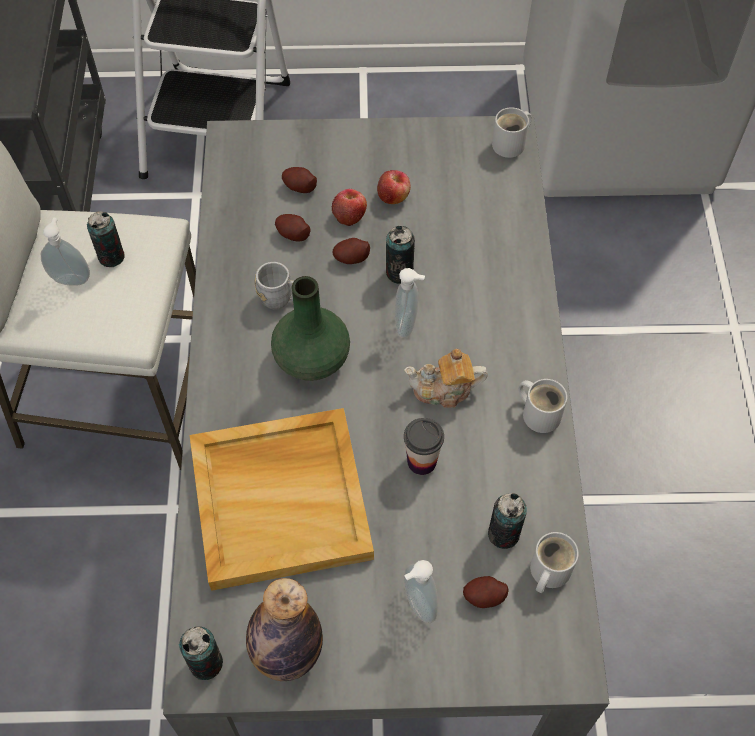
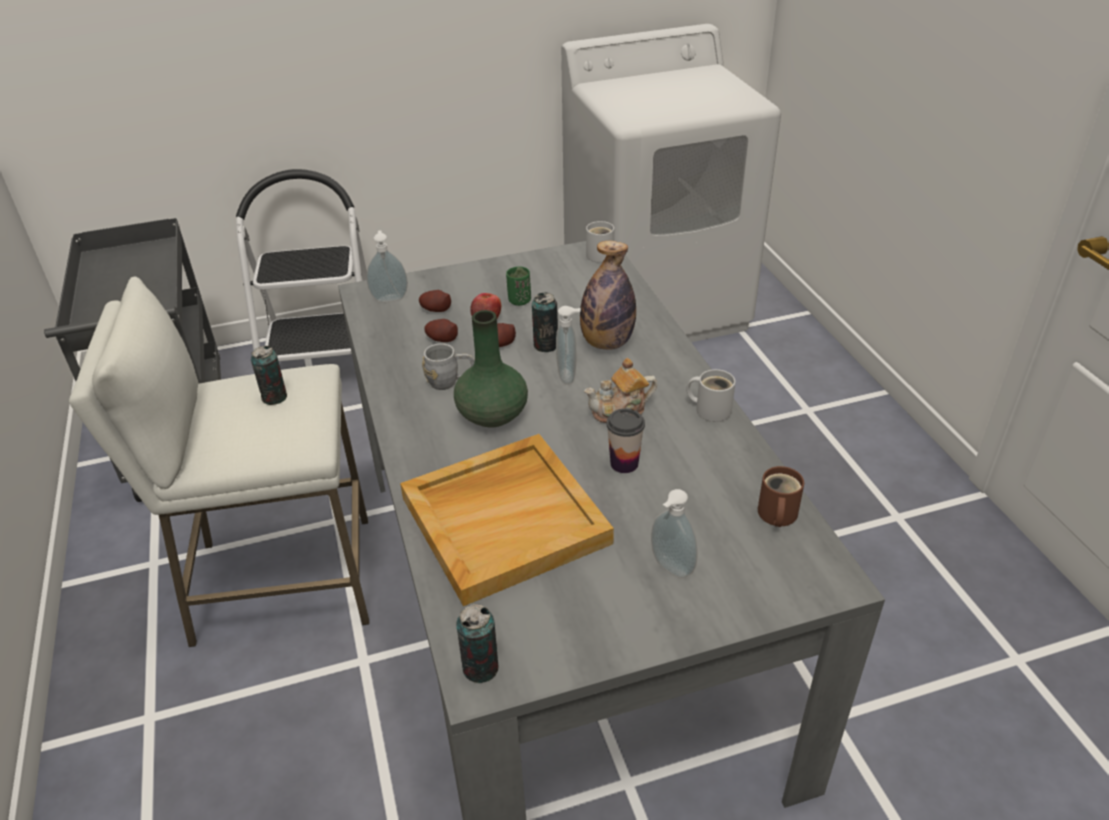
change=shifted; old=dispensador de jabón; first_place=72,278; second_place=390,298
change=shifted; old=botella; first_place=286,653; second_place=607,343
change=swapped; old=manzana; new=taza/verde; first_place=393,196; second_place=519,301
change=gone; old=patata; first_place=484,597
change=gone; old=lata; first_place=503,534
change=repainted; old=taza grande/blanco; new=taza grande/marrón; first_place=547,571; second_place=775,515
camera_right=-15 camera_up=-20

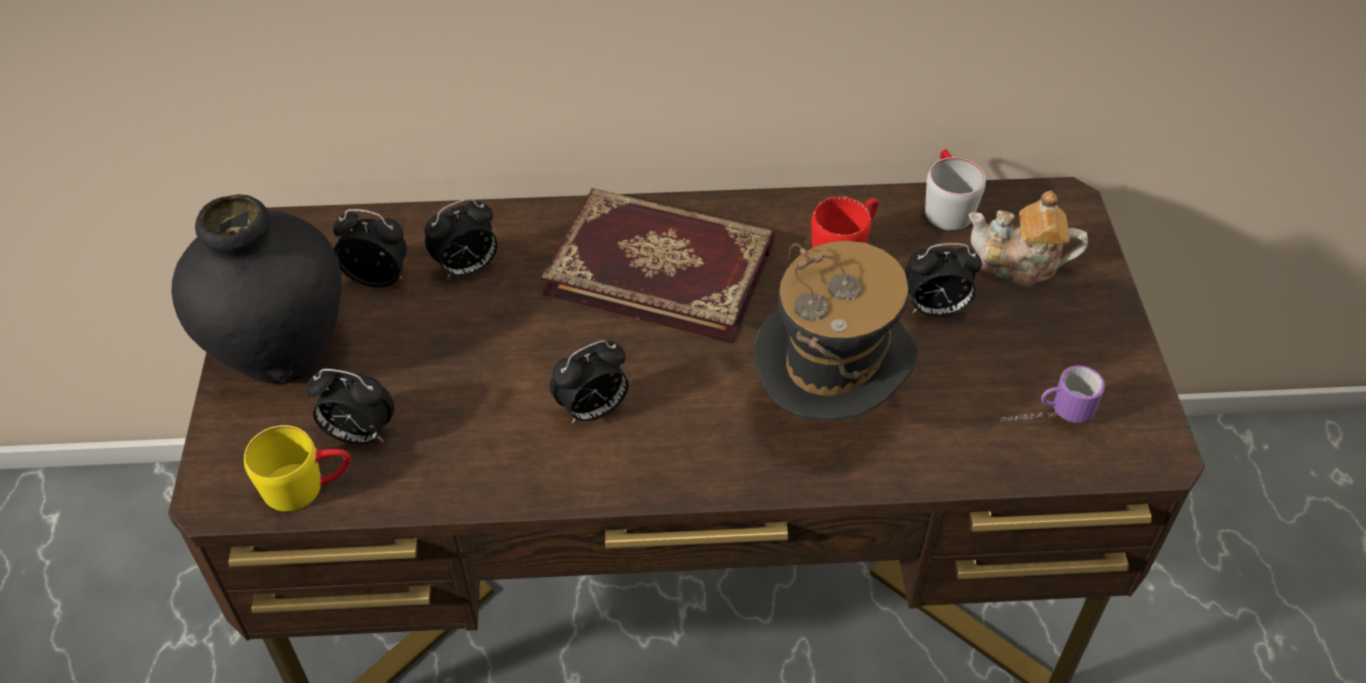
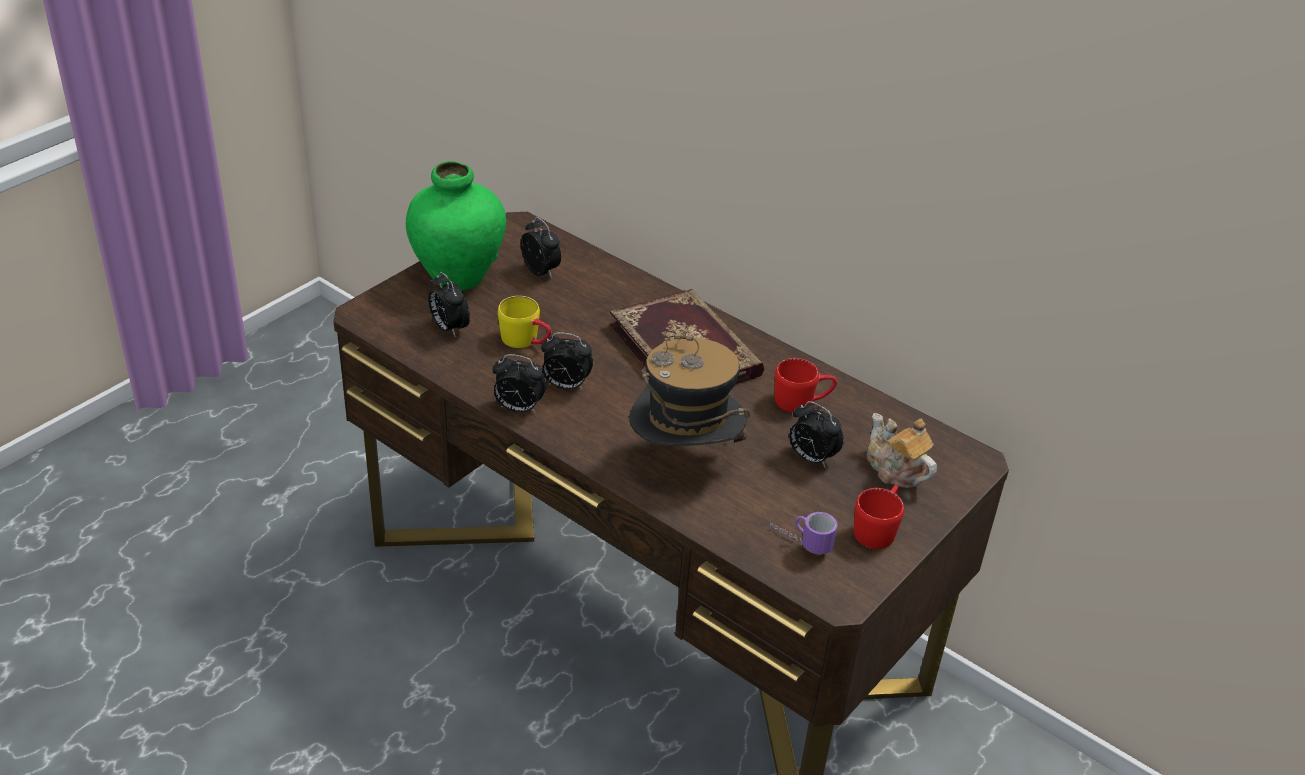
change=repainted; old=florero/negro; new=florero/verde; first_place=282,354; second_place=458,276
change=shifted; old=taza grande/amarillo; first_place=307,485; second_place=526,341
change=shifted; old=despertador; first_place=467,269; second_place=518,408
change=gone; old=taza grande/gris; first_place=945,205
change=new; new=taza grande/rojo; second_place=877,528
camera_right=40 camera_up=-10

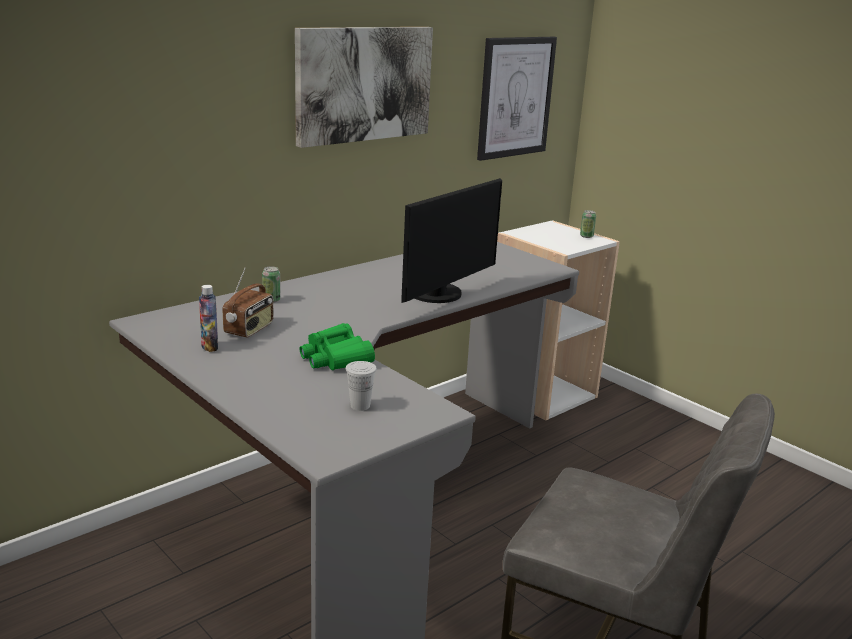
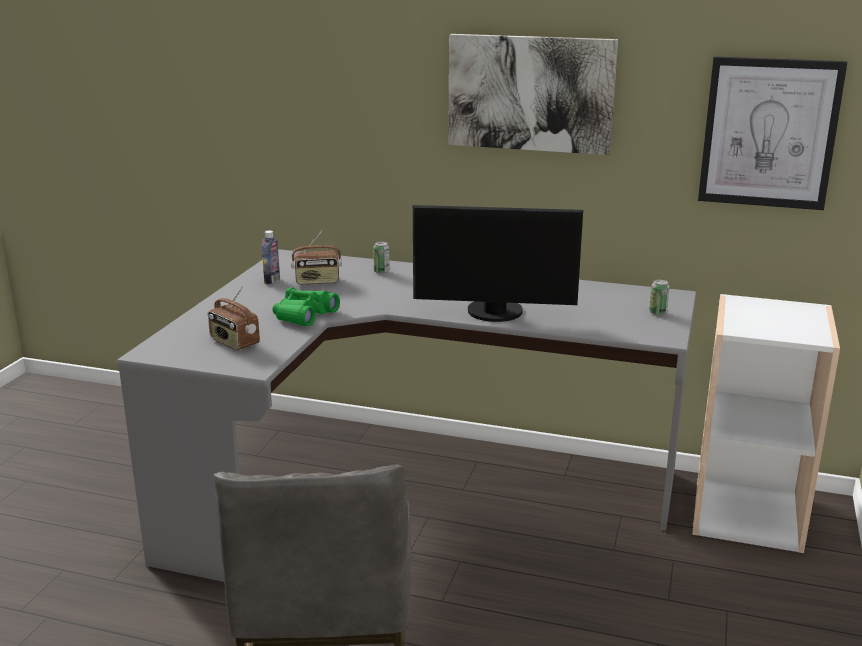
change=swapped; old=taza/blanco; new=radio; first_place=360,406; second_place=234,342
change=shifted; old=lata; first_place=586,236; second_place=657,313
camera_right=60 camera_up=0

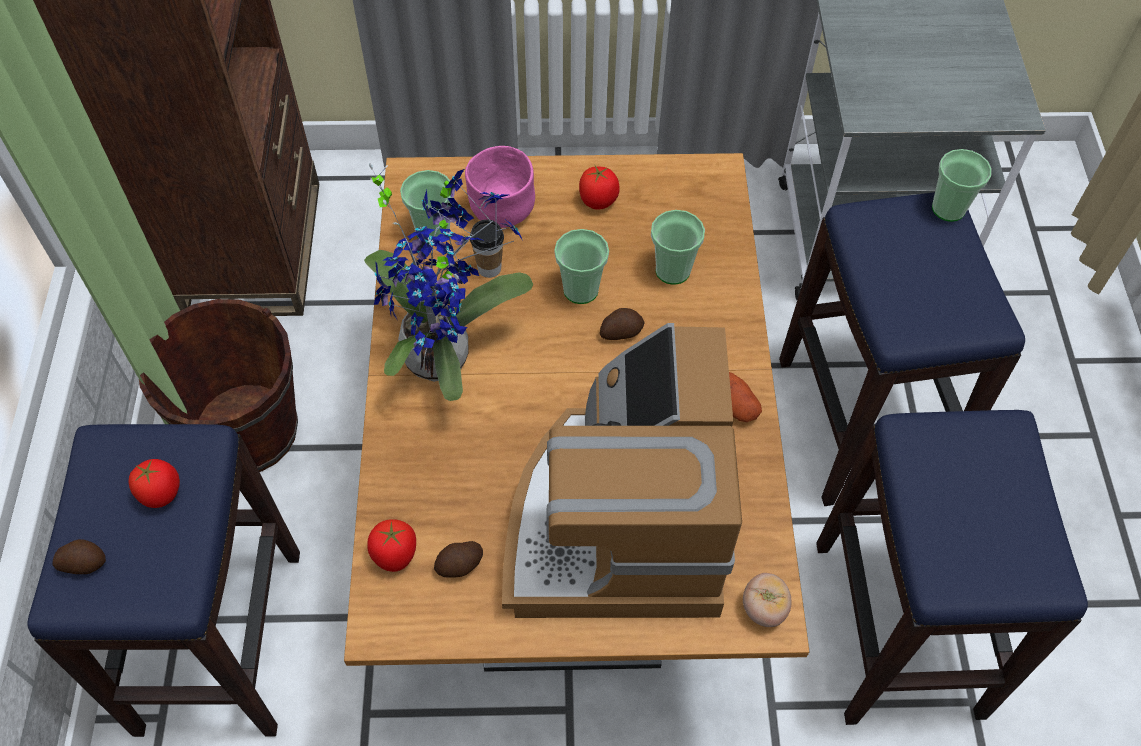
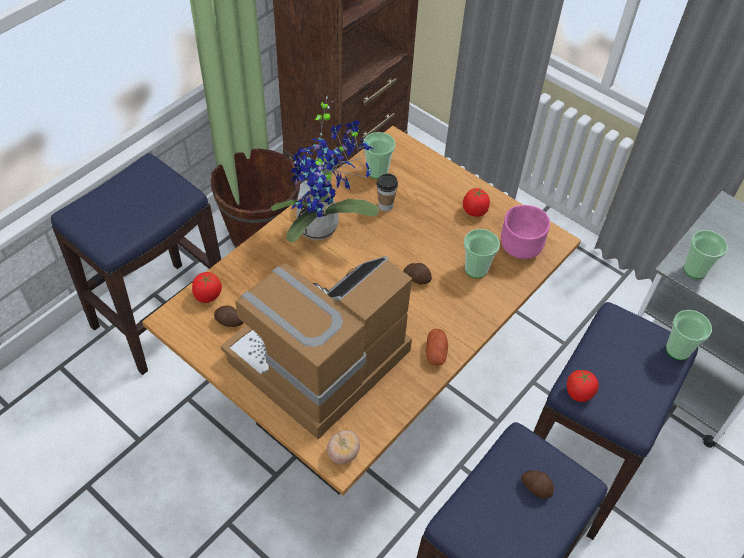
change=shifted; old=patata; first_place=83,562; second_place=536,487
change=shifted; old=tomate; first_place=161,493; second_place=579,393
change=shifted; old=cuenco/rosa; first_place=501,211; second_place=520,247
change=shifted; old=taza; first_place=581,290; second_place=695,270
camera_right=40 camera_up=-5

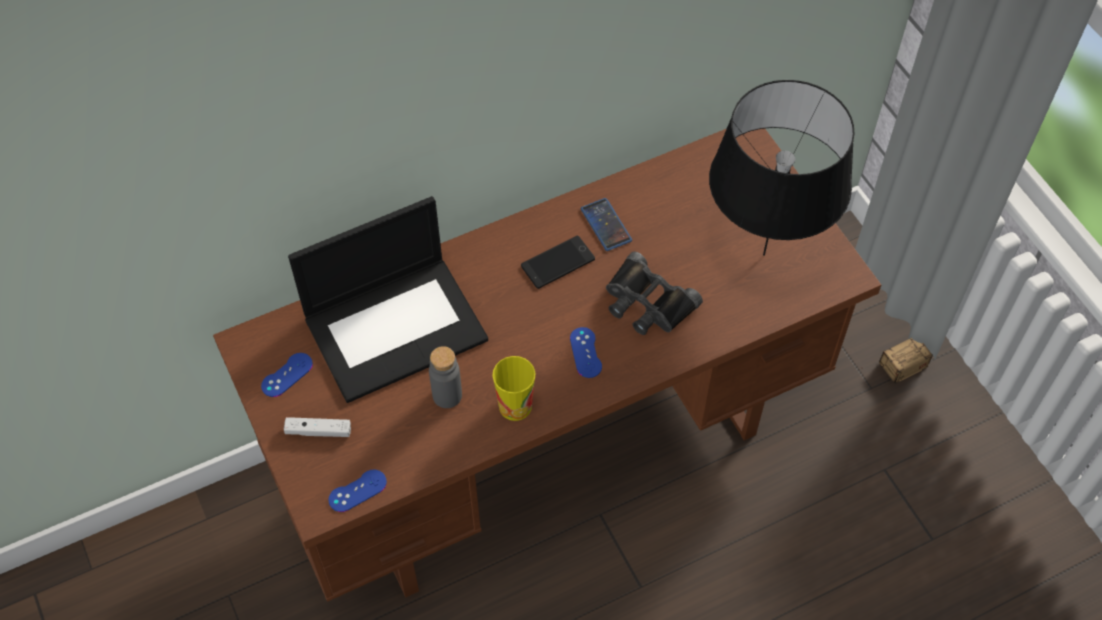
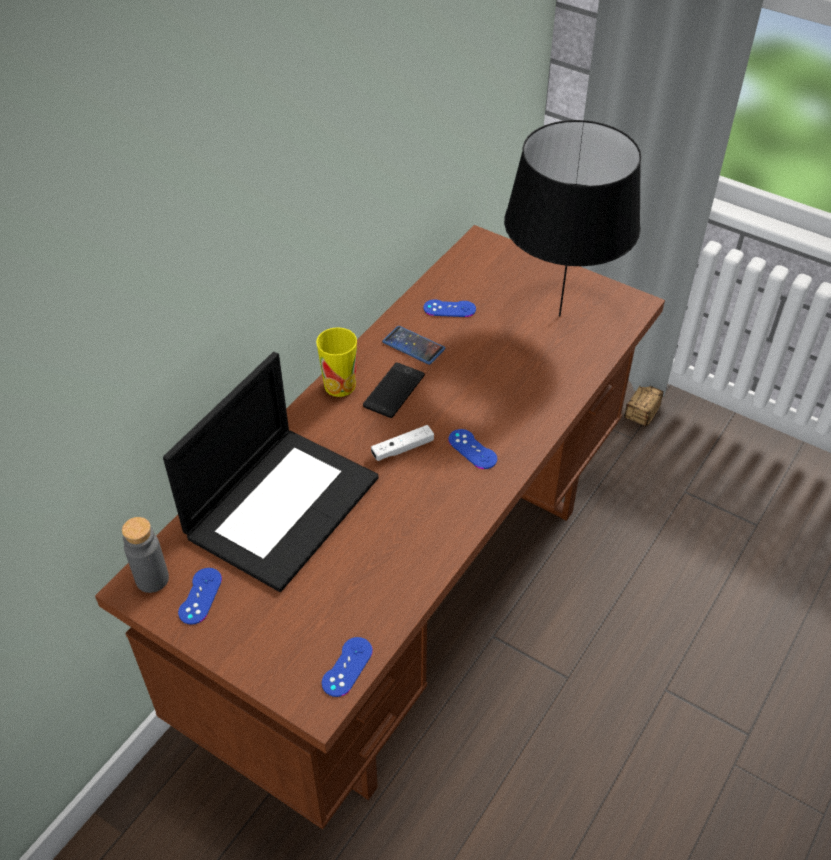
change=shifted; old=mando de consola/blanco; first_place=318,431; second_place=402,449
change=shifted; old=botella/gris; first_place=447,395; second_place=152,579
change=shifted; old=taza; first_place=515,406; second_place=339,385
change=gone; old=prismáticos/negro; first_place=647,303
change=new; new=mando de consola/azul; second_place=449,308
camera_right=-30 camera_up=-10

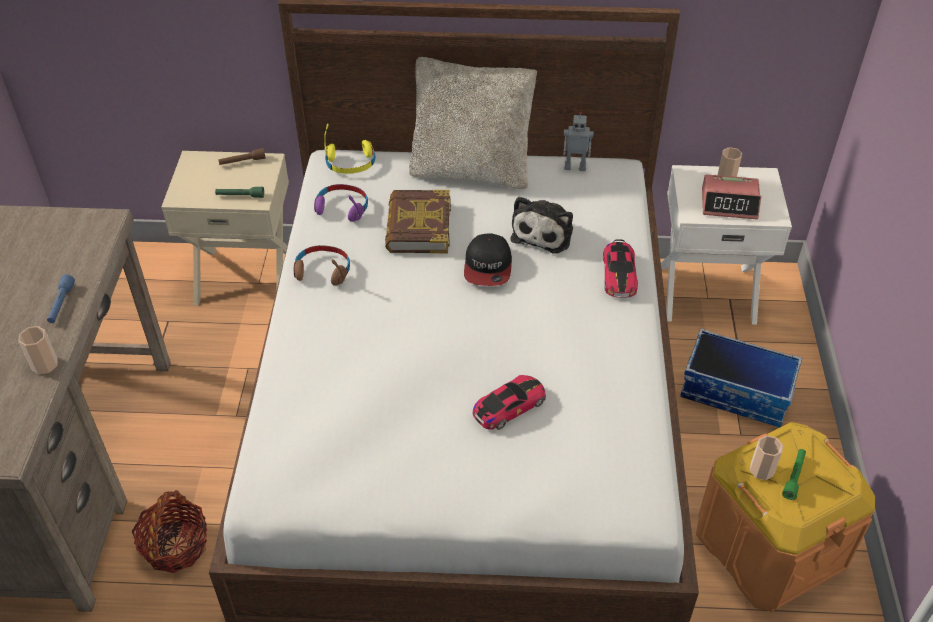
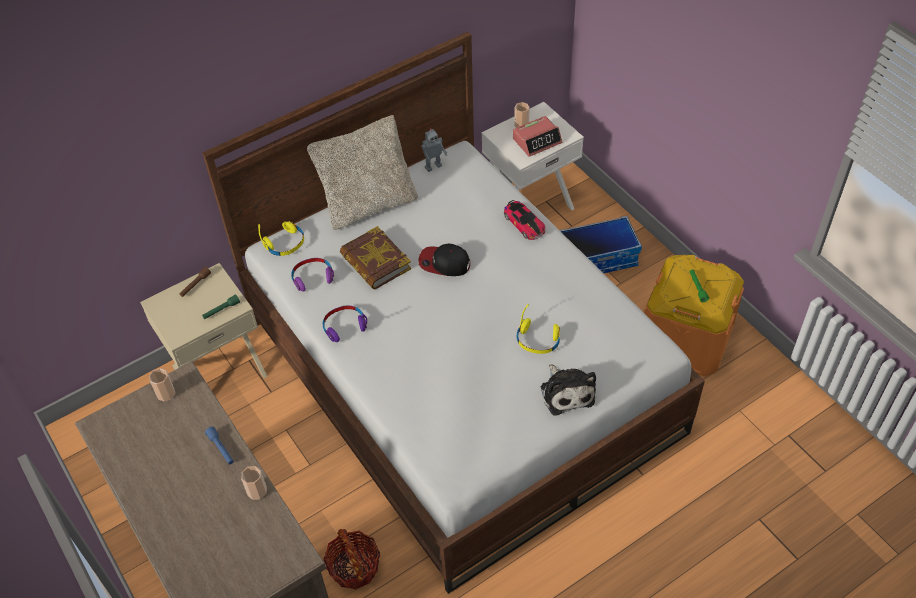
change=repainted; old=auriculares/marrón; new=auriculares/morado; first_place=323,270; second_place=344,326
change=rotated; old=gorra; first_place=488,266; second_place=444,263; degrees=135
change=swapped; old=coche de juguete; new=auriculares/amarillo; first_place=509,406; second_place=538,340
change=shifted; old=peluche; first_place=544,232; second_place=566,392
change=shifted; old=taza; first_place=761,470; second_place=166,393
camera_right=-35 camera_up=5

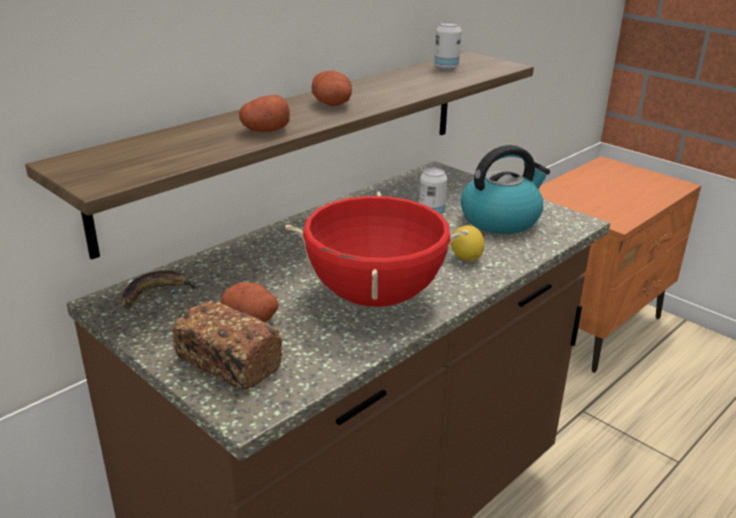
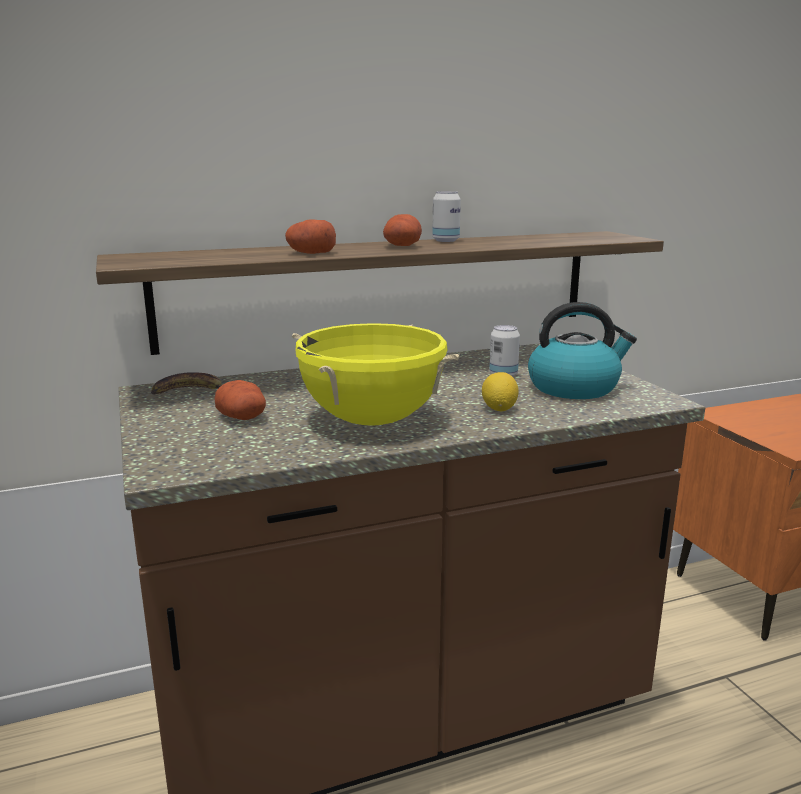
change=gone; old=pan; first_place=228,362
change=repainted; old=olla/rojo; new=olla/amarillo; first_place=375,296; second_place=372,421
change=shifted; old=lata; first_place=446,67; second_place=445,240
camera_right=25 camera_up=-10

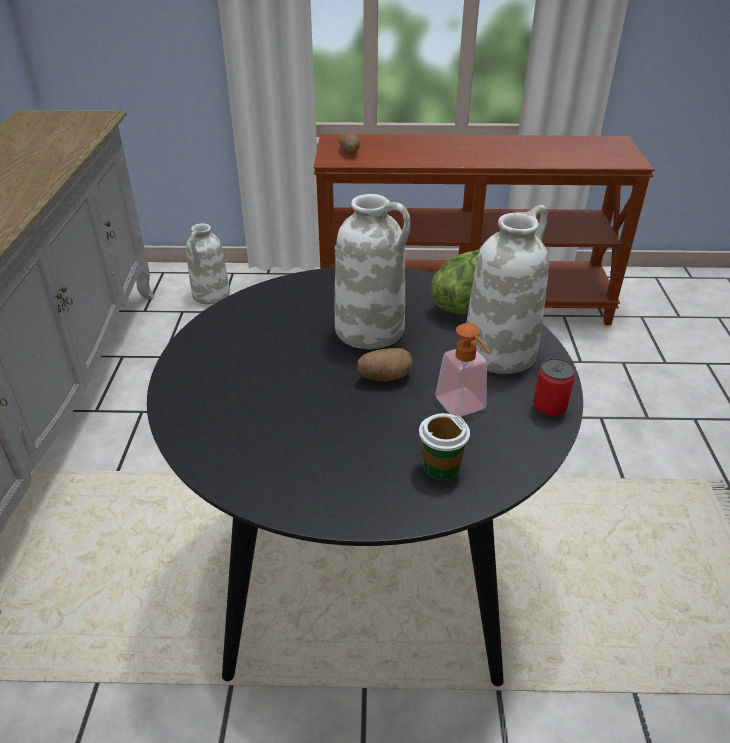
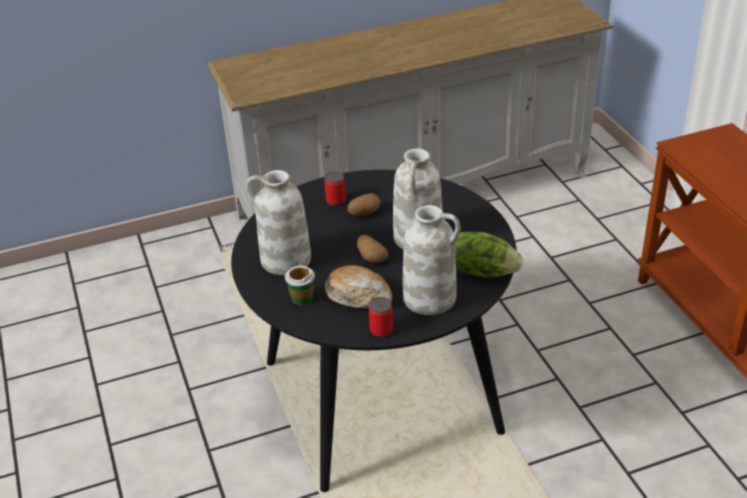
change=shifted; old=florero/blanco; first_place=211,295; second_place=285,260
change=shifted; old=patata; first_place=350,152; second_place=364,213
change=swapped; old=dispensador de jabón; new=pan; first_place=464,409; second_place=359,296
change=new; new=lata; second_place=336,201
camera_right=70 camera_up=0

